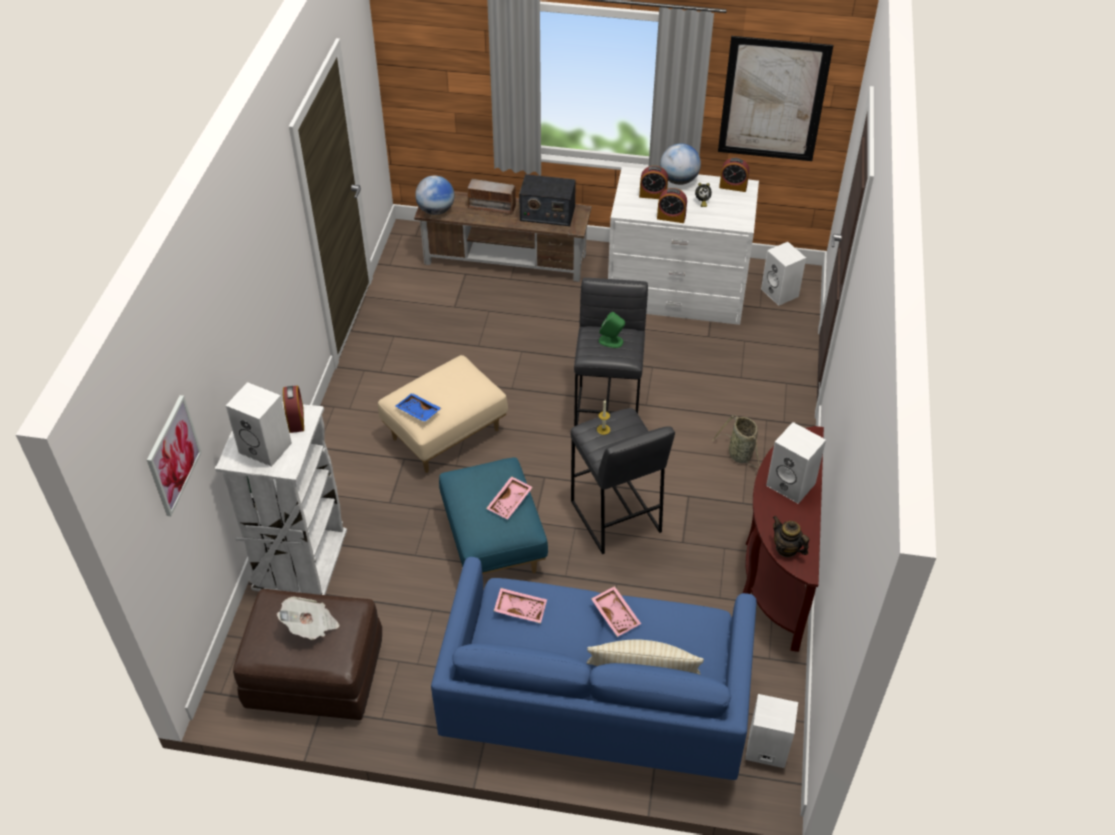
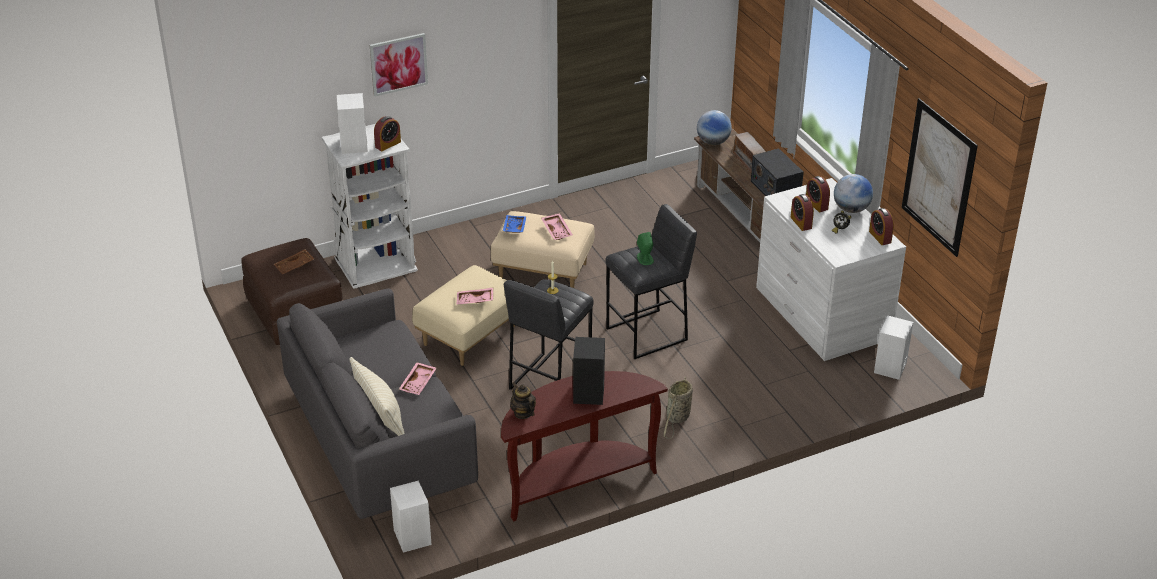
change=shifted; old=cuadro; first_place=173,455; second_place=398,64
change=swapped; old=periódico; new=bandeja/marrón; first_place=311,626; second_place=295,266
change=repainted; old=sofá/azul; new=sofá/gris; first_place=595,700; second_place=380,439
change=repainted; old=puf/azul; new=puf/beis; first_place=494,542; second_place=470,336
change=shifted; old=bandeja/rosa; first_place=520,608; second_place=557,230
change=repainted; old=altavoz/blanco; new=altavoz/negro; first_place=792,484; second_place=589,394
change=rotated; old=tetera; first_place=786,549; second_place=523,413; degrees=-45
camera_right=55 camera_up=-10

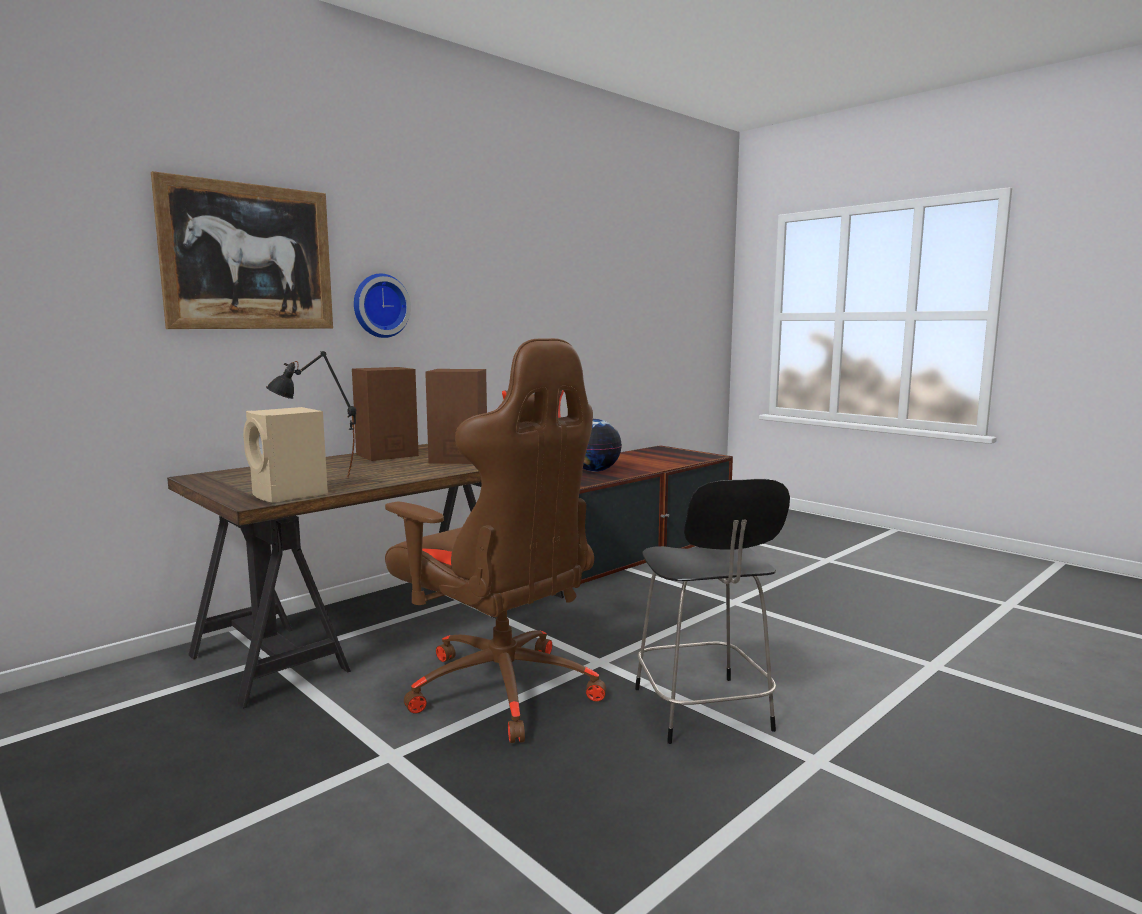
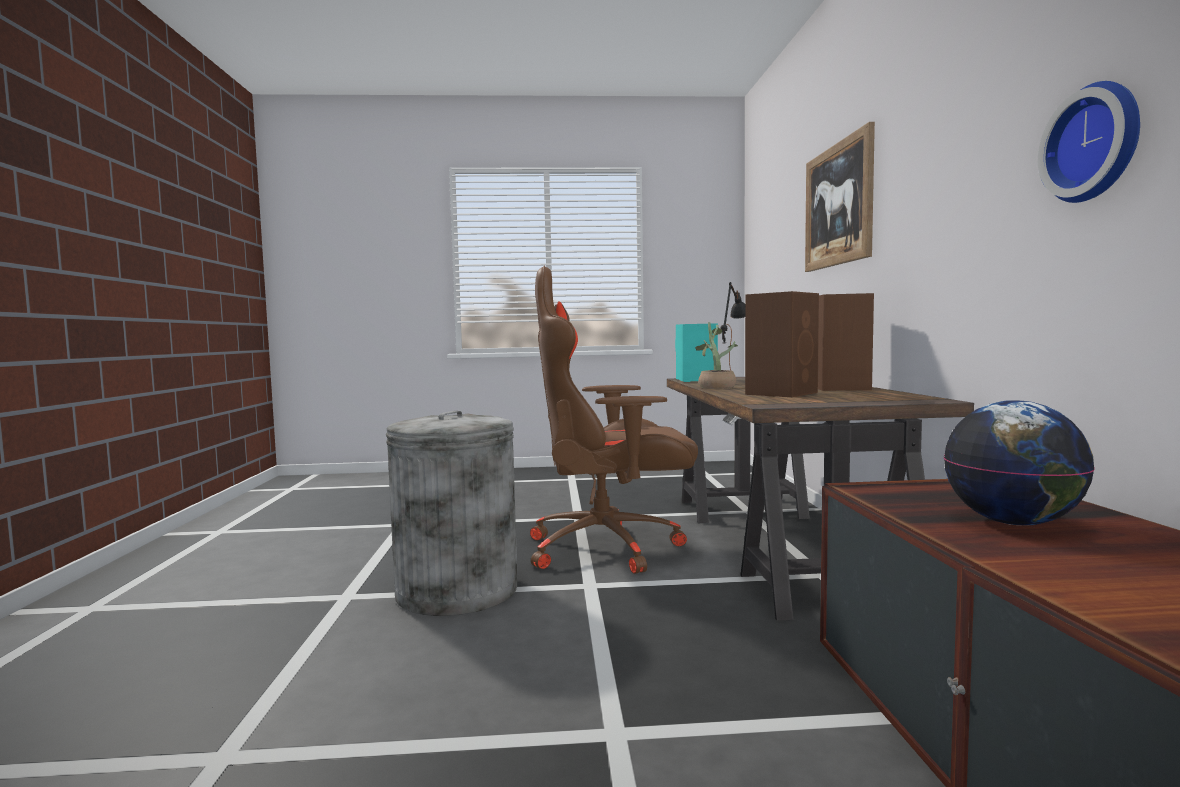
change=repainted; old=altavoz/beis; new=altavoz/turquesa; first_place=290,495; second_place=694,380
change=shifted; old=reloj de pared; first_place=379,306; second_place=1096,143
change=swapped; old=silla/negro; new=papelera/gris; first_place=703,712; second_place=457,590
change=new; new=planta en maceta; second_place=715,387
camera_right=130 camera_up=-5

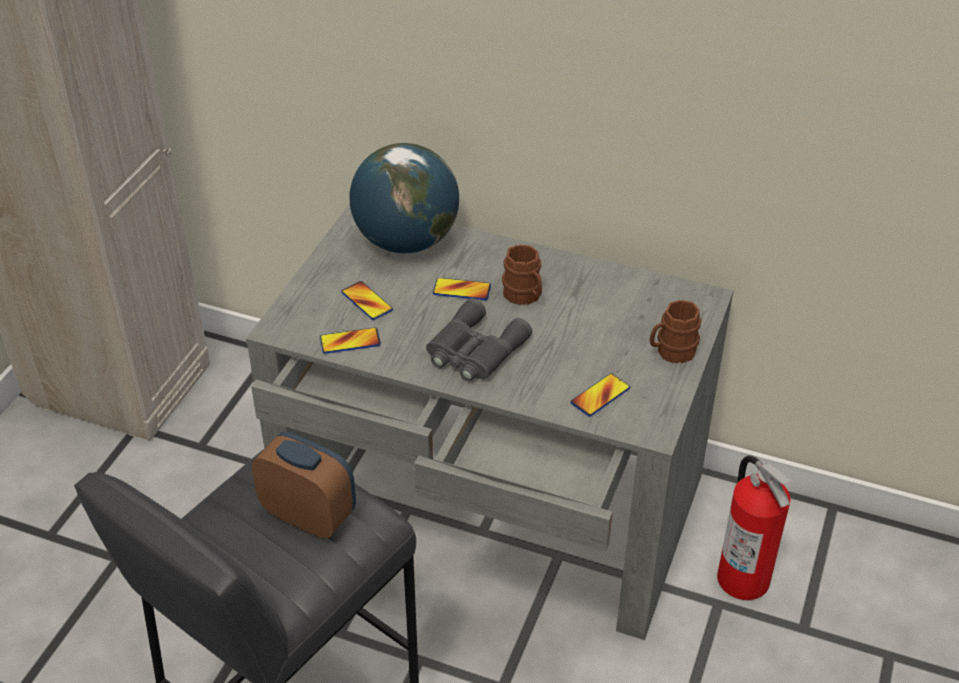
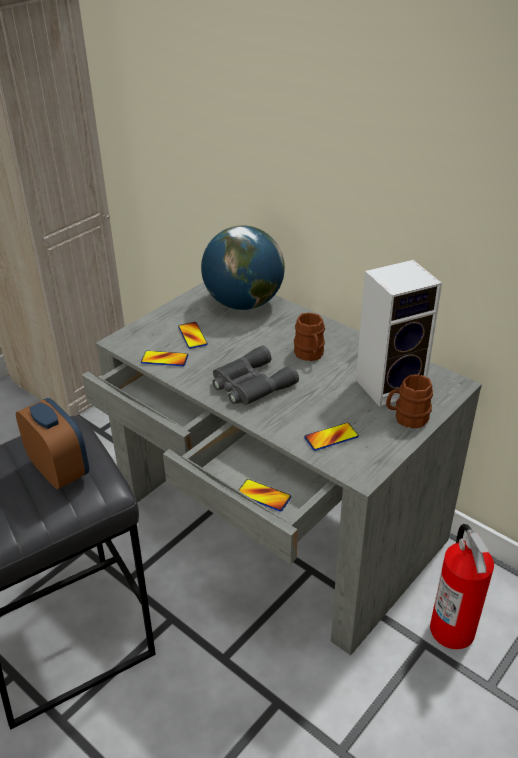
change=shifted; old=móvil; first_place=462,290; second_place=263,496
change=new; new=altavoz; second_place=391,385
camera_right=20 camera_up=-5

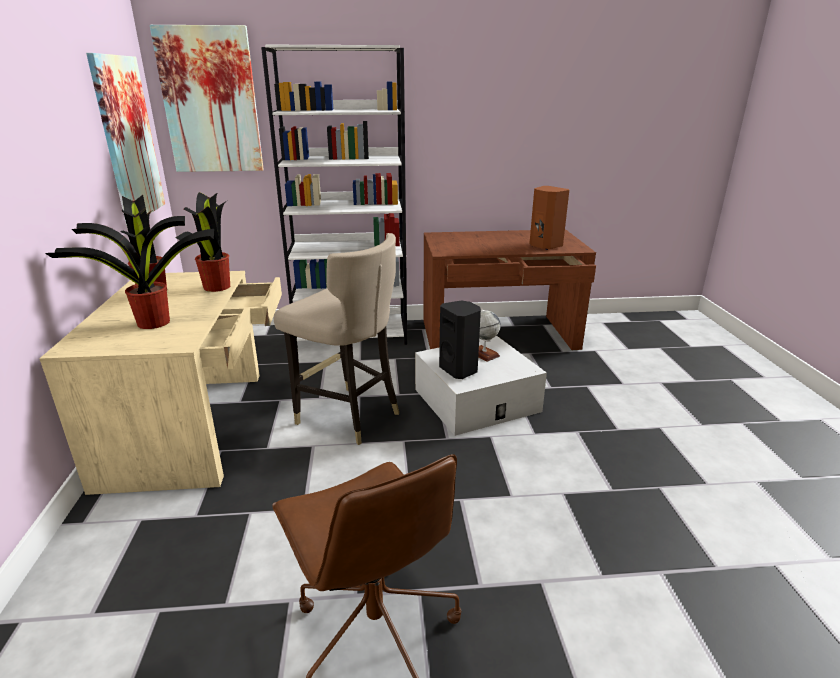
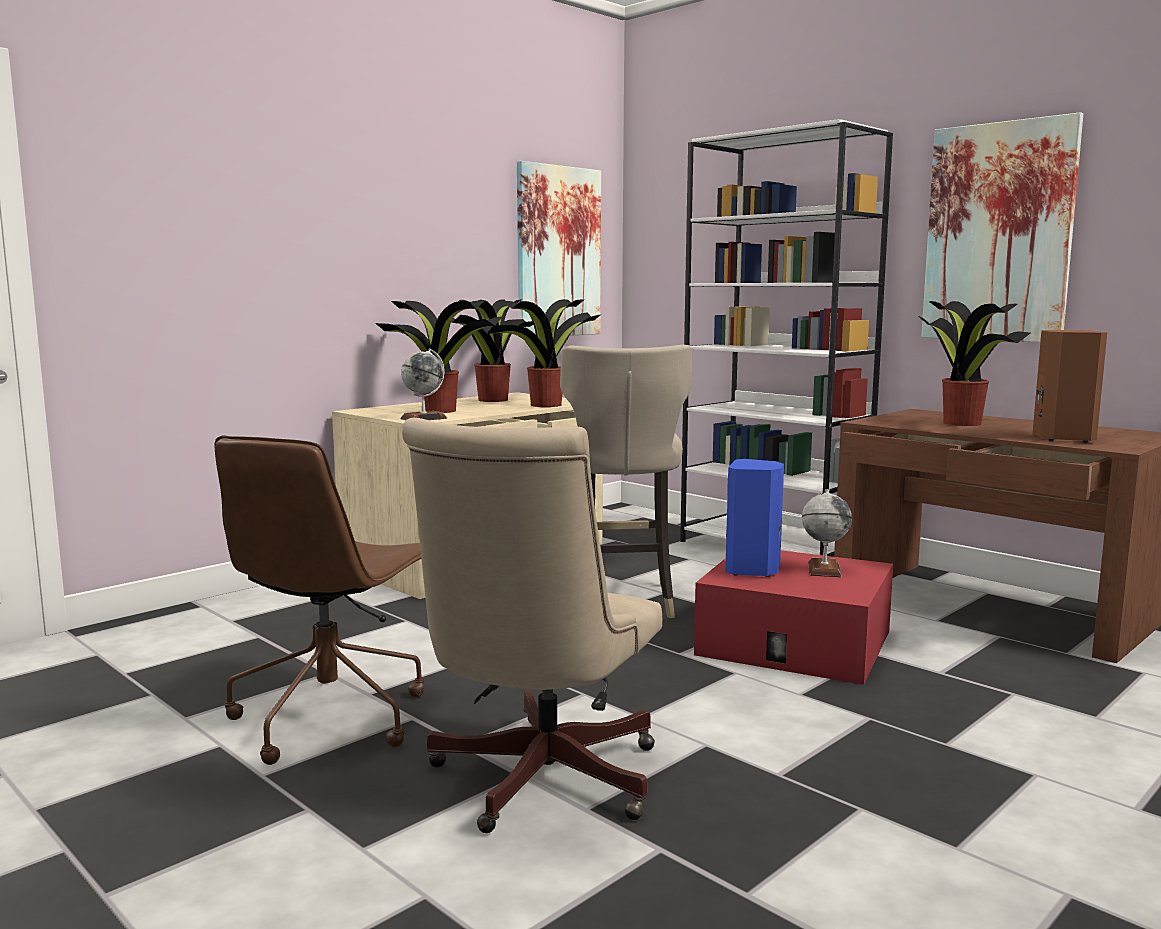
change=shifted; old=cuadro; first_place=210,101; second_place=998,233
change=repainted; old=caja de almacenaje/blanco; new=caja de almacenaje/rojo; first_place=476,400; second_place=794,643
change=repainted; old=altavoz/negro; new=altavoz/azul; first_place=459,370; second_place=753,570
change=new; new=globo terráqueo; second_place=424,418
change=new; new=silla de oficina/beis; second_place=537,782
change=new; new=planta en maceta; second_place=963,423
camera_right=50 camera_up=-15

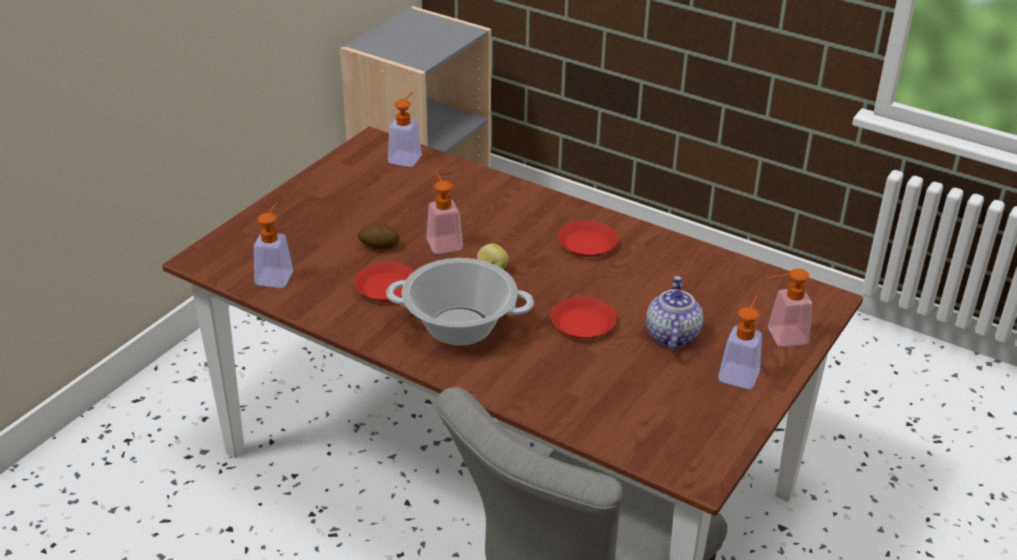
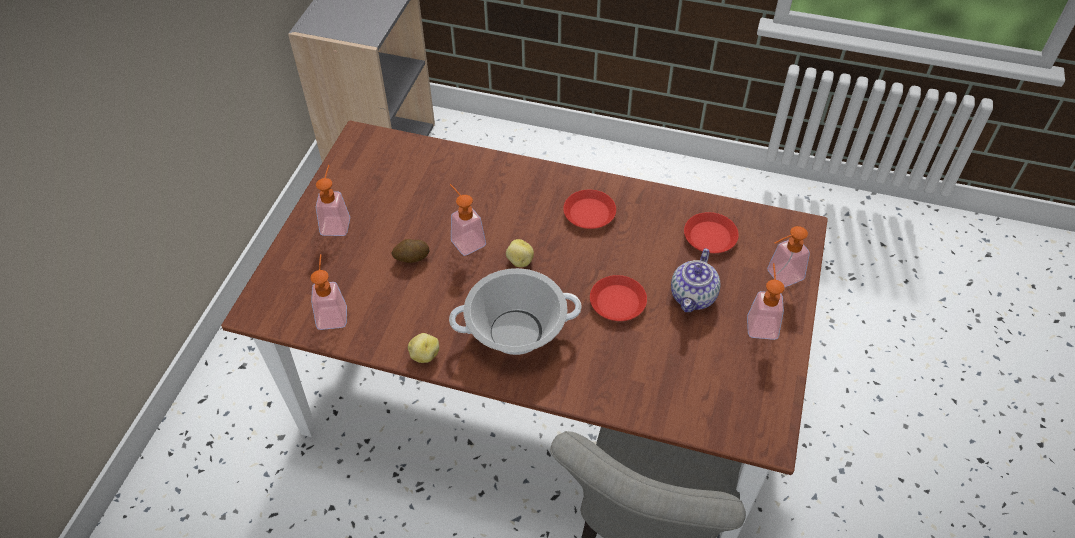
change=shifted; old=plato/rojo; first_place=387,287; second_place=710,237
change=shifted; old=dispensador de jabón; first_place=407,156; second_place=336,222
change=rotated; old=tetera; first_place=671,335; second_place=693,297; degrees=-150
change=new; new=patata; second_place=424,355
camera_right=-15 camera_up=15

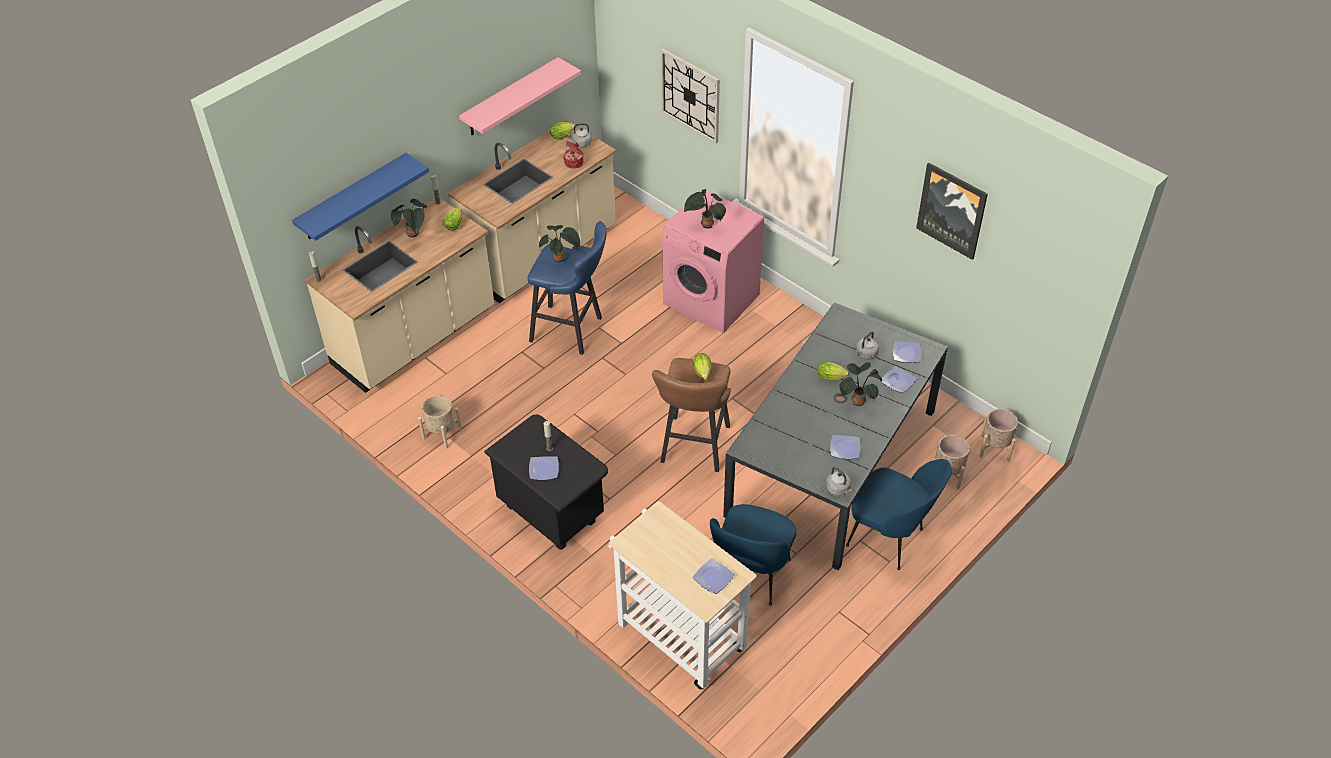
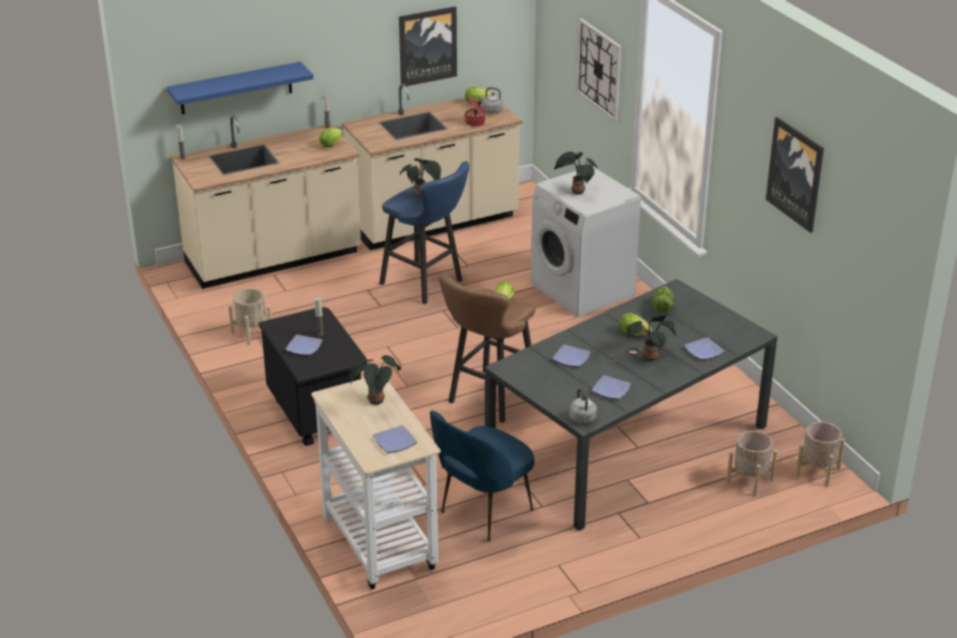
change=shifted; old=planta en maceta; first_place=413,235; second_place=376,402
change=swapped; old=estante/rosa; new=cuadro; first_place=511,97; second_place=427,46
change=repainted; old=lavadora/rosa; new=lavadora/blanco; first_place=710,300; second_place=580,289
change=gone; old=silla/azul; first_place=890,541
change=gone; old=hervidor/gris; first_place=865,354
change=shifted; old=plato; first_place=907,353; second_place=572,358
change=new; new=lechuga; second_place=662,306
camera_right=20 camera_up=-15

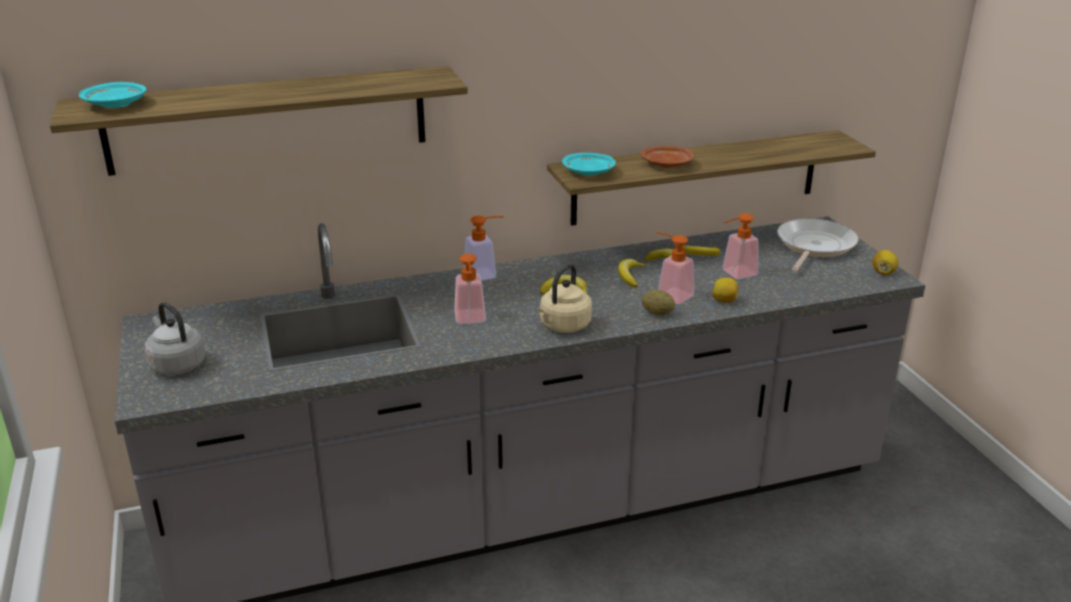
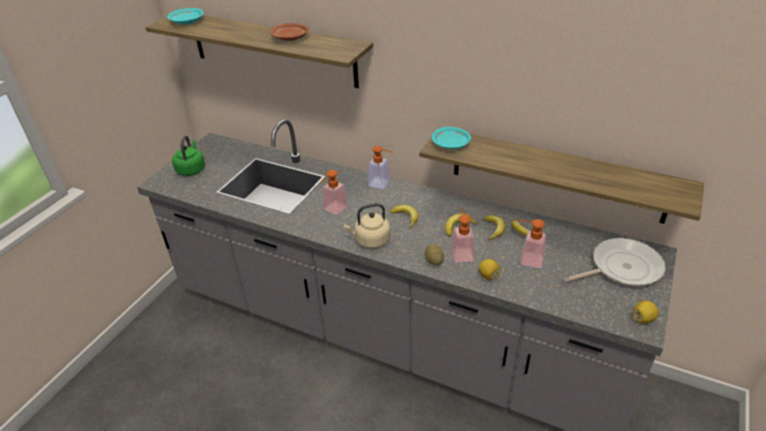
change=repainted; old=hervidor/gris; new=hervidor/verde; first_place=176,364; second_place=191,169
change=shifted; old=plato/marrón; first_place=667,164; second_place=290,38
camera_right=45 camera_up=10

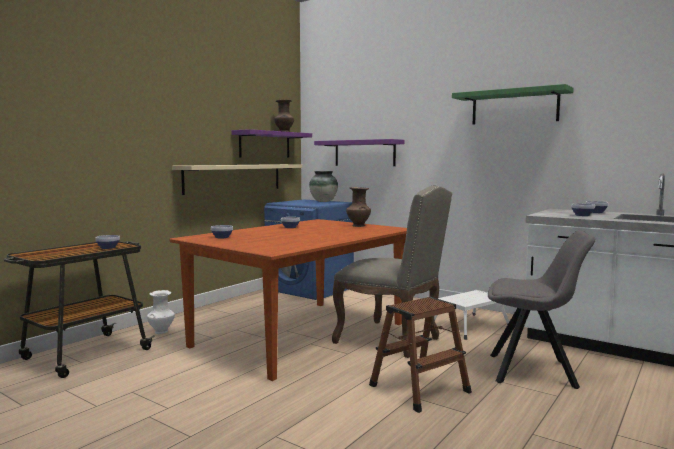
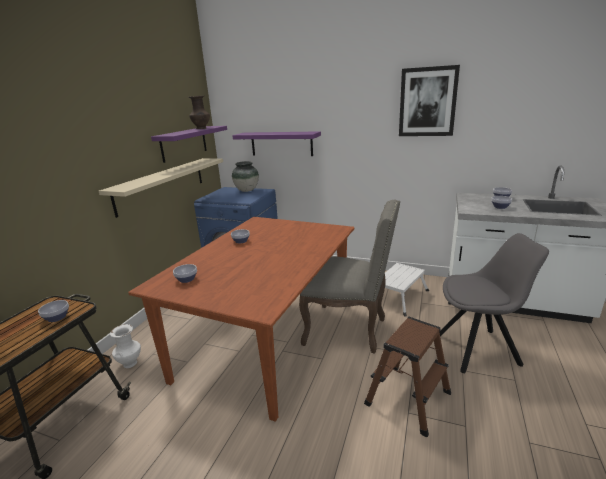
change=gone; old=florero/marrón; first_place=358,226
change=swapped; old=estante/verde; new=cuadro; first_place=514,107; second_place=427,102
camera_right=-15 camera_up=15

